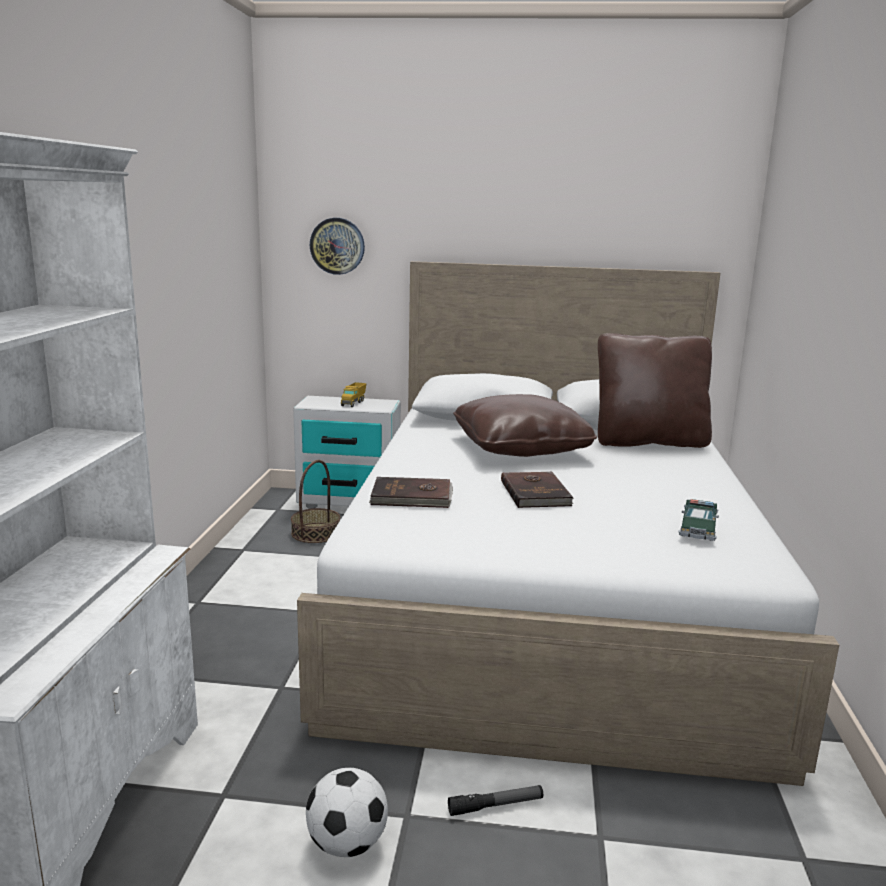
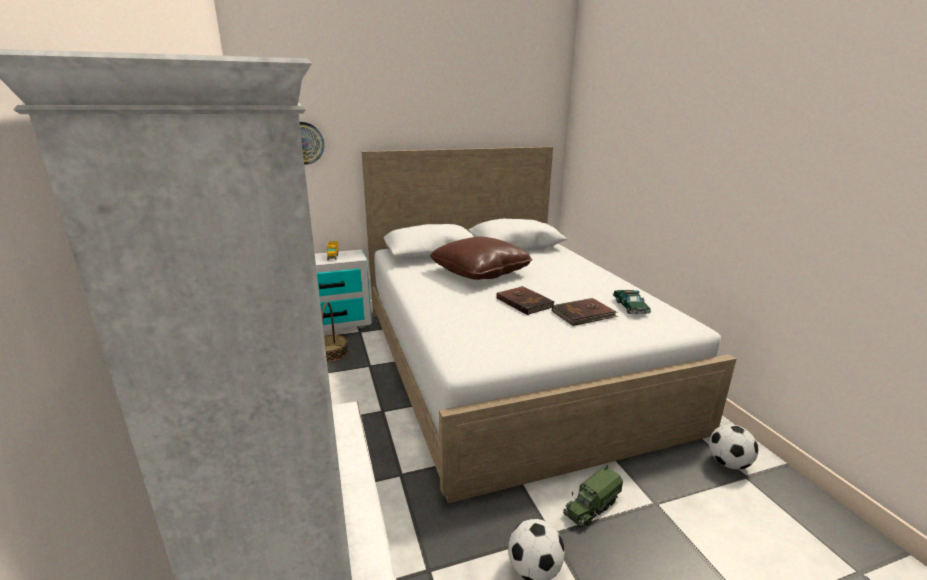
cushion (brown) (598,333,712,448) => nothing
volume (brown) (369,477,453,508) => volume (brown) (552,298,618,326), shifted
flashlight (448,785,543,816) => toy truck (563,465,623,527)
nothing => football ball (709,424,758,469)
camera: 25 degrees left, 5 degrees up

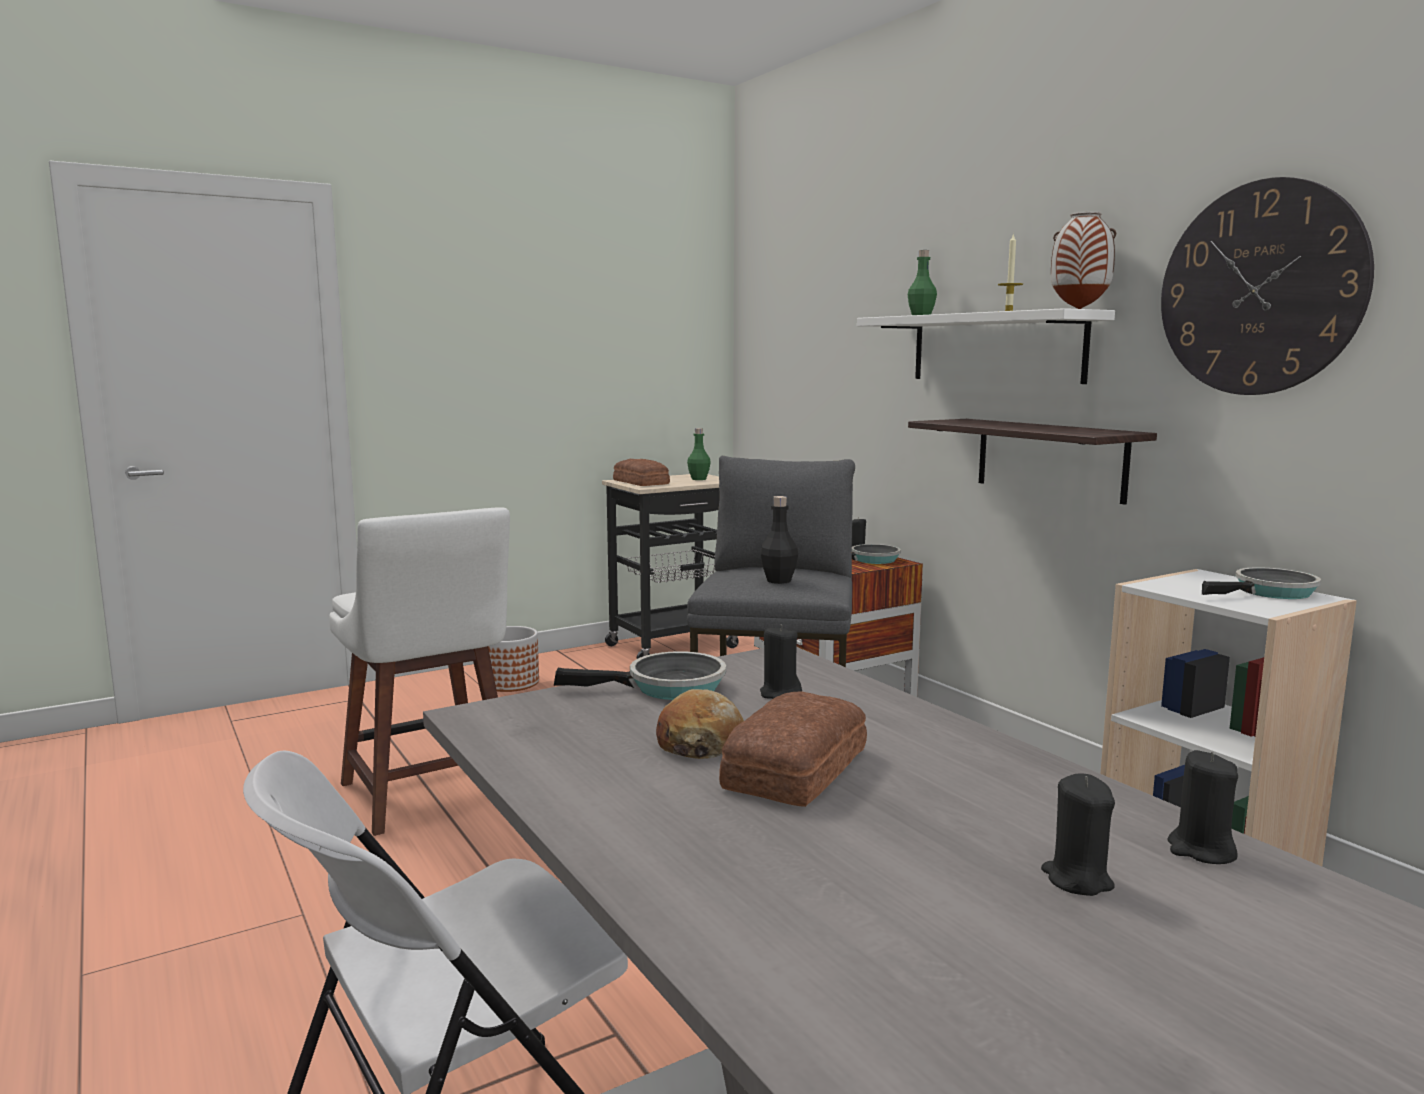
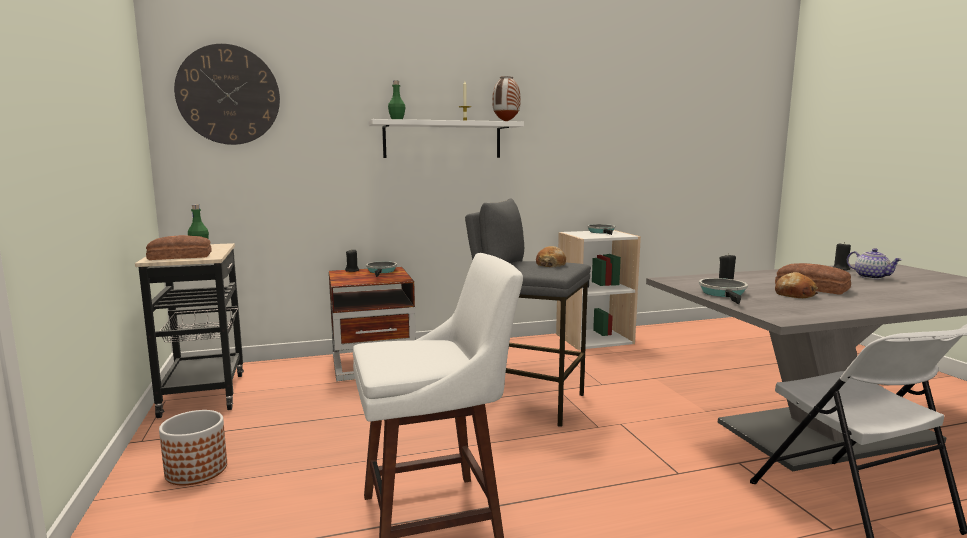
hanging clock (1161,177,1374,395) => hanging clock (174,44,280,145), shifted
wall shelf (908,419,1157,505) => nothing
bottle (black) (760,496,798,584) => bread (536,246,566,267)
wax light (black) (1041,773,1115,896) => tea pot (847,248,902,279)
camera: 75 degrees left, 0 degrees up

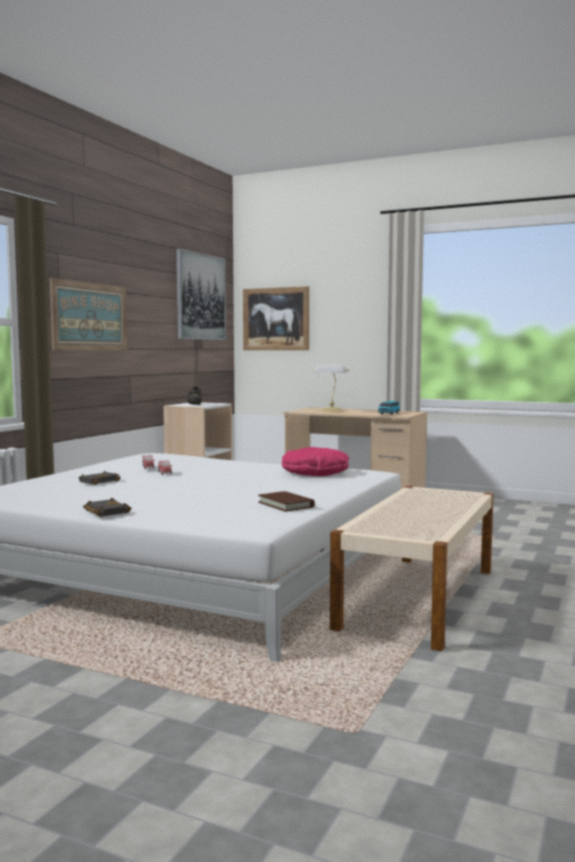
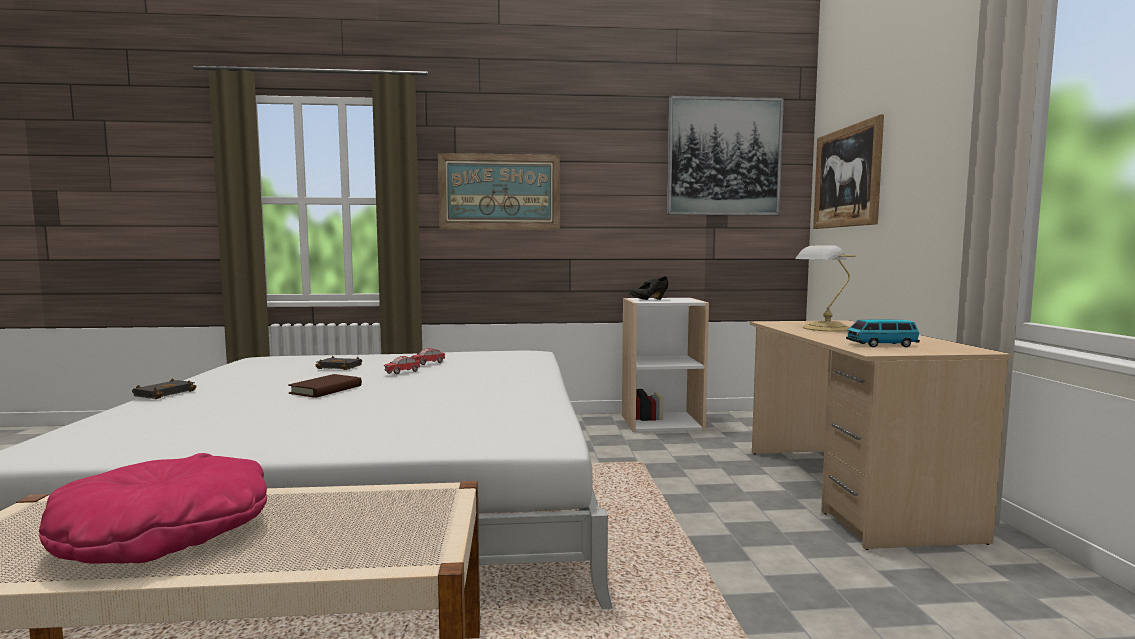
cushion (pink-coloured) (281,447,349,476) => cushion (pink-coloured) (39,453,267,564), shifted
volume (brown) (258,491,315,512) => volume (brown) (288,374,362,398), shifted
camera: 60 degrees right, 0 degrees up

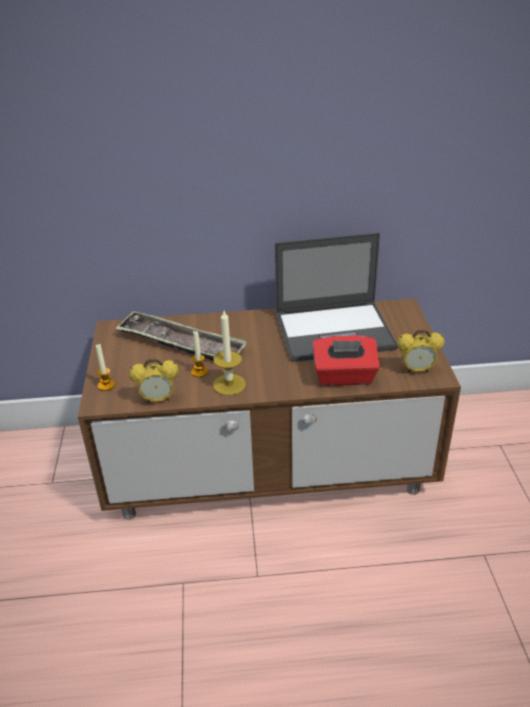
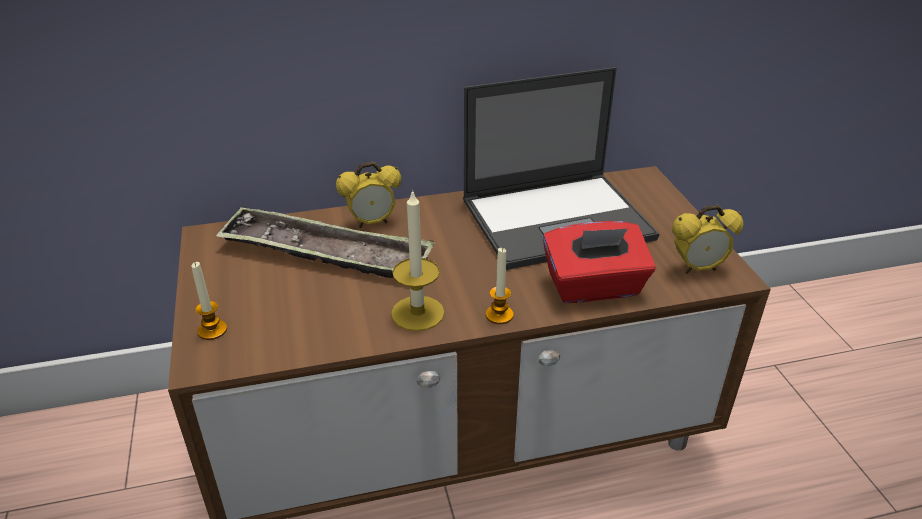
wax light (191,331,208,377) => wax light (486,247,513,324), shifted
bedside clock (129,358,179,404) => bedside clock (336,162,402,228), shifted
camera: 10 degrees left, 0 degrees up

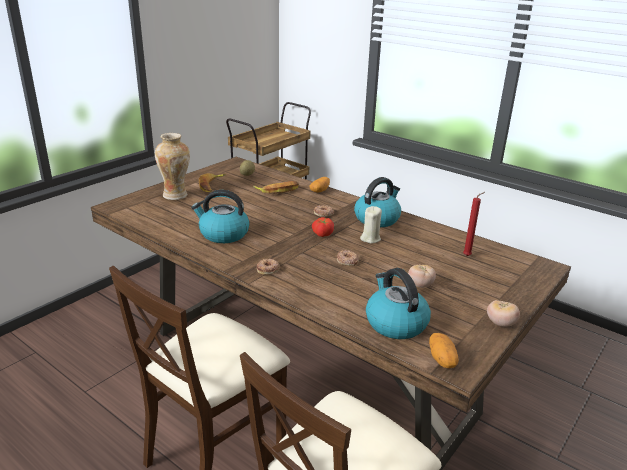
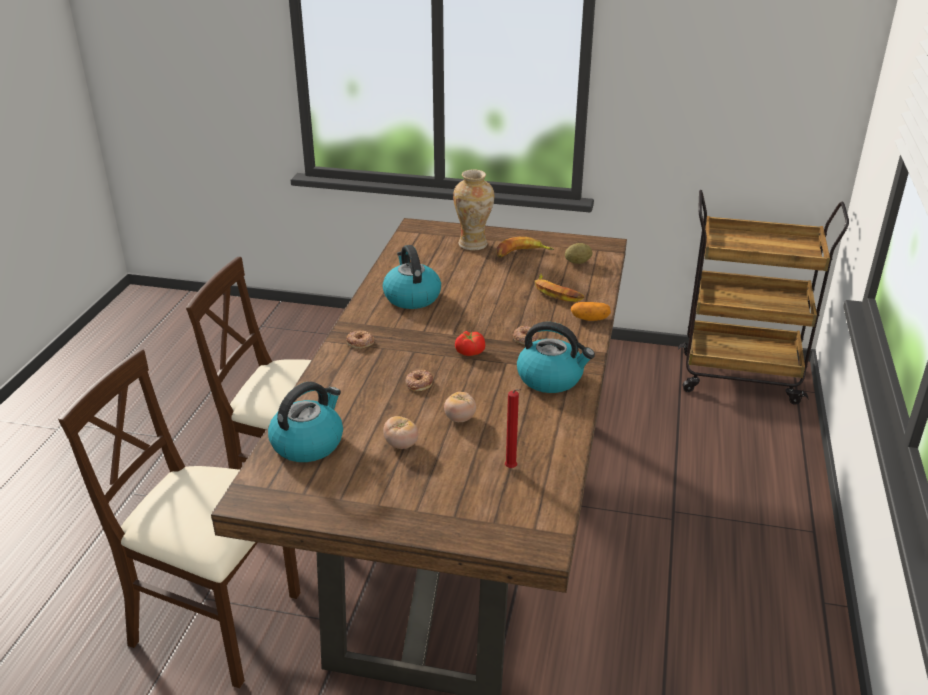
wax light (beige) (360,206,382,243) => nothing
whole tomato (487,300,520,327) => whole tomato (444,392,476,422), shifted
potato (429,333,459,368) => nothing
camera: 65 degrees right, 5 degrees up

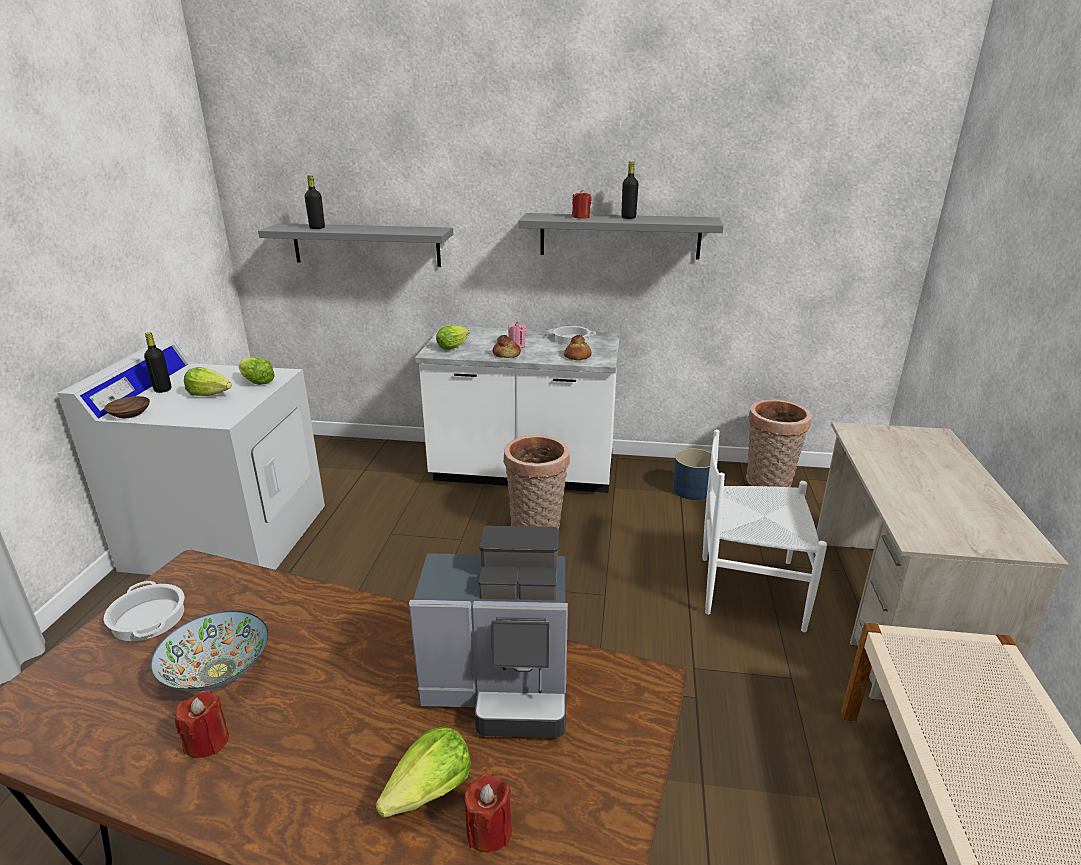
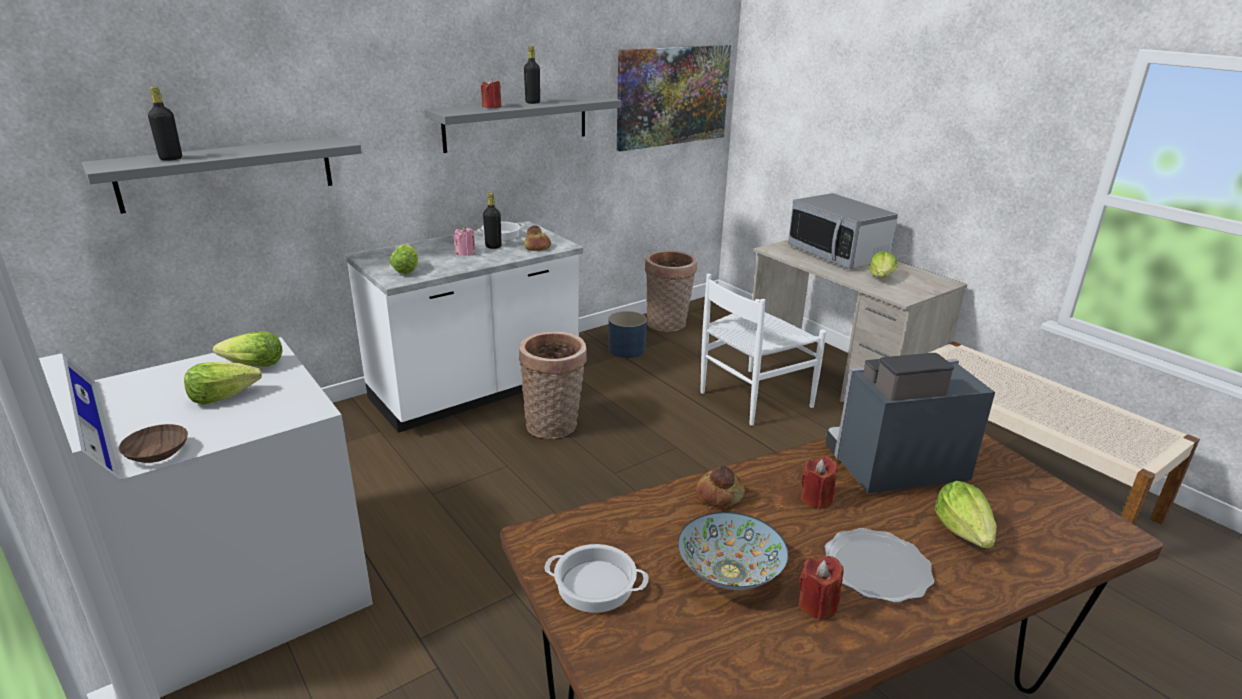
bottle (black) (144,332,171,393) => bottle (black) (483,193,502,249), shifted
bread (492,335,521,358) => bread (696,466,745,507), shifted
coffee brewer (409,526,568,738) => coffee brewer (825,353,995,493), 150 degrees counterclockwise
wax light (reddish) (465,773,512,853) => wax light (reddish) (801,457,837,509), shifted
nothing => picture (617,45,731,151)
nothing => microwave oven (788,193,898,269)
nothing => lettuce (869,251,897,278)
nothing => dinner plate (825,528,934,603)
camera: 45 degrees left, 0 degrees up

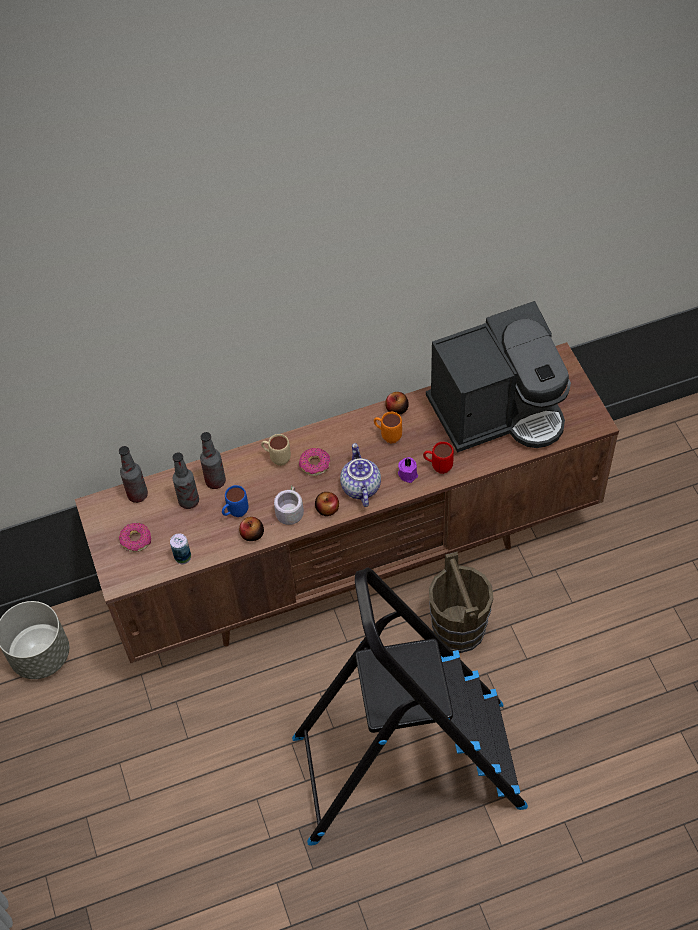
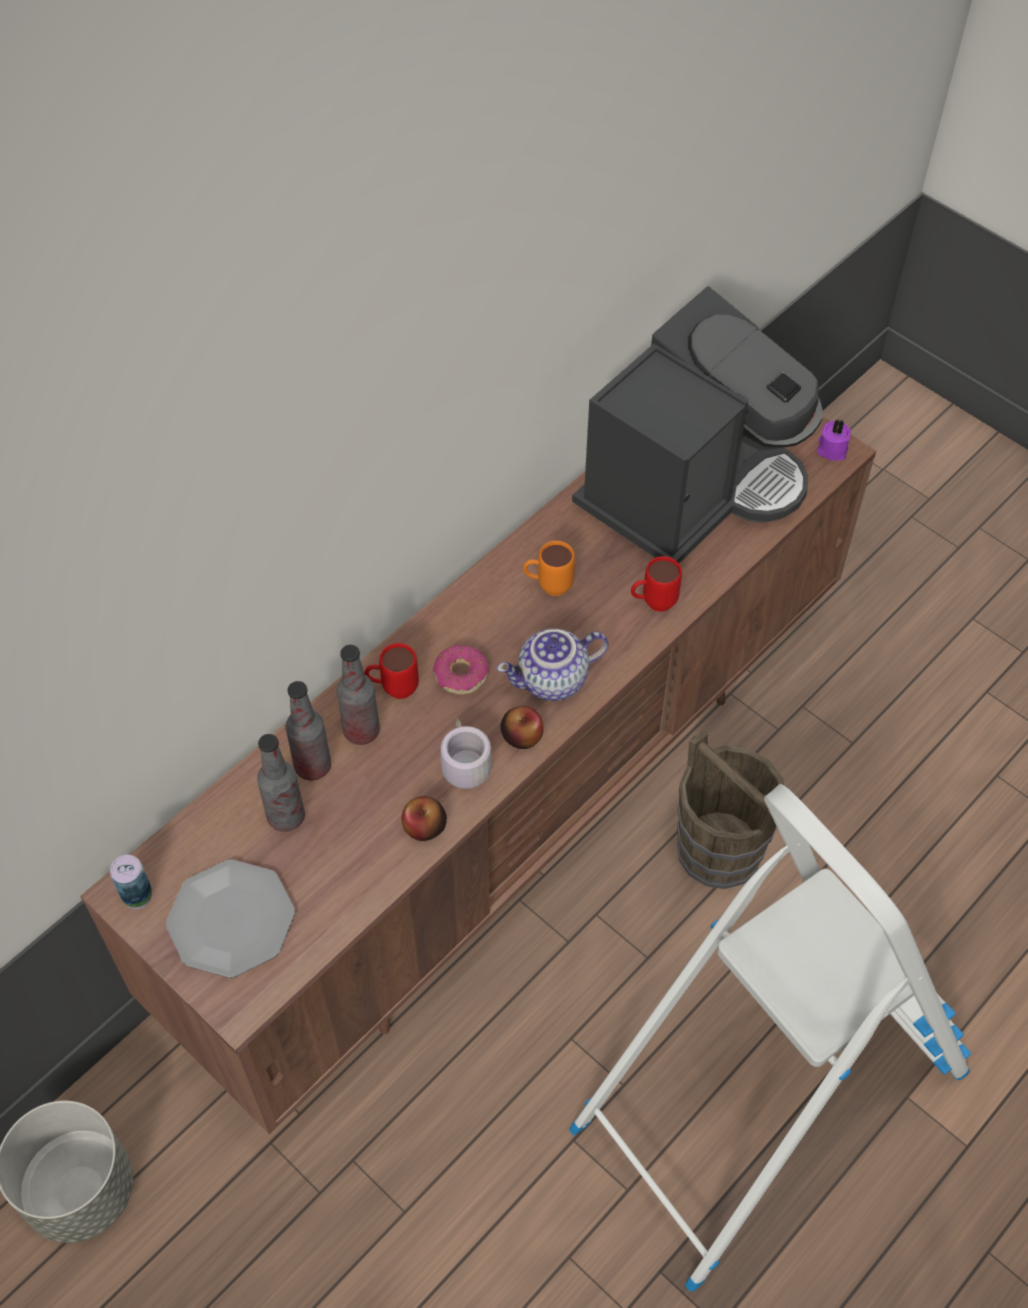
apple fruit (385,392,409,415) => nothing
coffee mug (beige) (261,434,291,466) => coffee mug (reddish) (364,643,419,699)
tea pot (340,443,381,507) => tea pot (497,629,609,701), 75 degrees counterclockwise
bottle (119,446,148,503) => bottle (337,645,380,745), shifted
wax light (purplish) (398,457,418,483) => wax light (purplish) (817,419,851,461), shifted
coffee mug (blue-coloured) (222,485,249,517) => nothing
doughnut (119,523,151,552) => dinner plate (166,859,295,978)
metal can (170,533,191,564) => metal can (110,855,152,909), shifted
step stool (black) (292,568,528,846) => step stool (whitish) (569,784,971,1291)
camera: 30 degrees left, 0 degrees up

